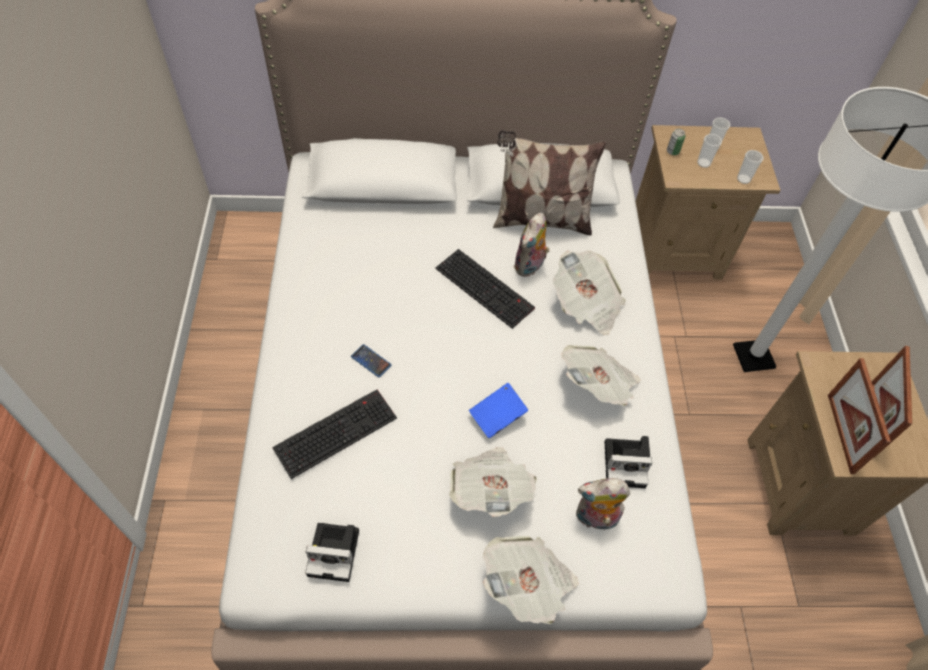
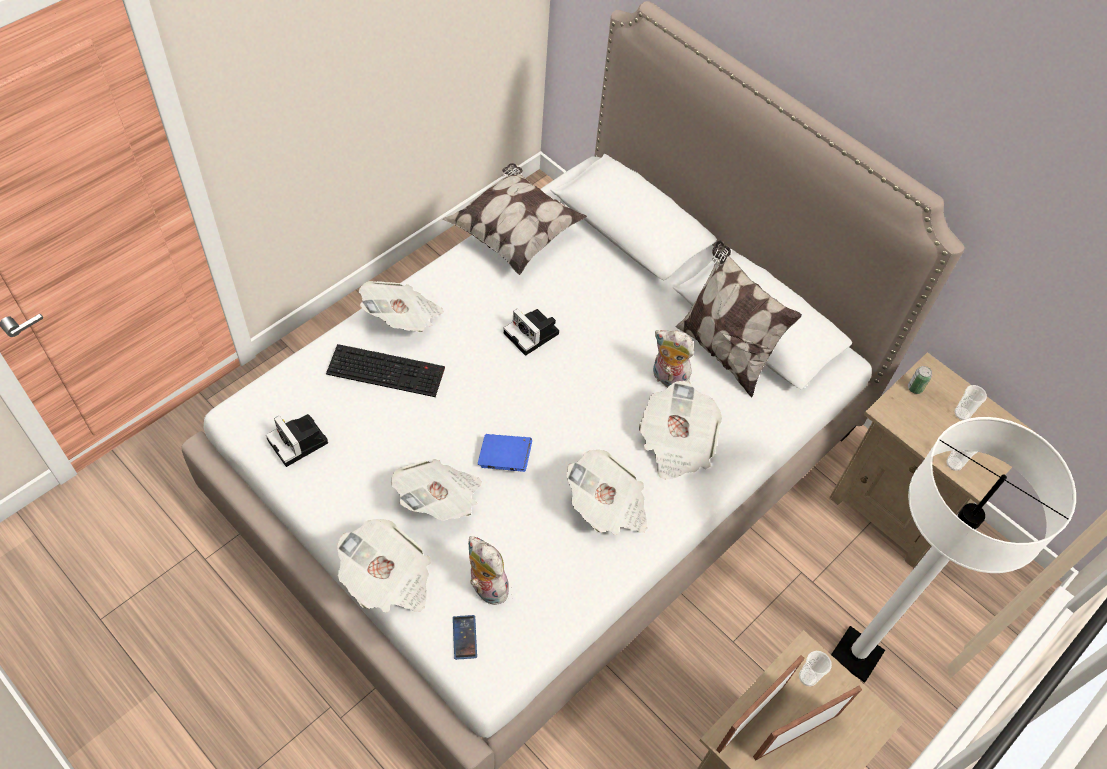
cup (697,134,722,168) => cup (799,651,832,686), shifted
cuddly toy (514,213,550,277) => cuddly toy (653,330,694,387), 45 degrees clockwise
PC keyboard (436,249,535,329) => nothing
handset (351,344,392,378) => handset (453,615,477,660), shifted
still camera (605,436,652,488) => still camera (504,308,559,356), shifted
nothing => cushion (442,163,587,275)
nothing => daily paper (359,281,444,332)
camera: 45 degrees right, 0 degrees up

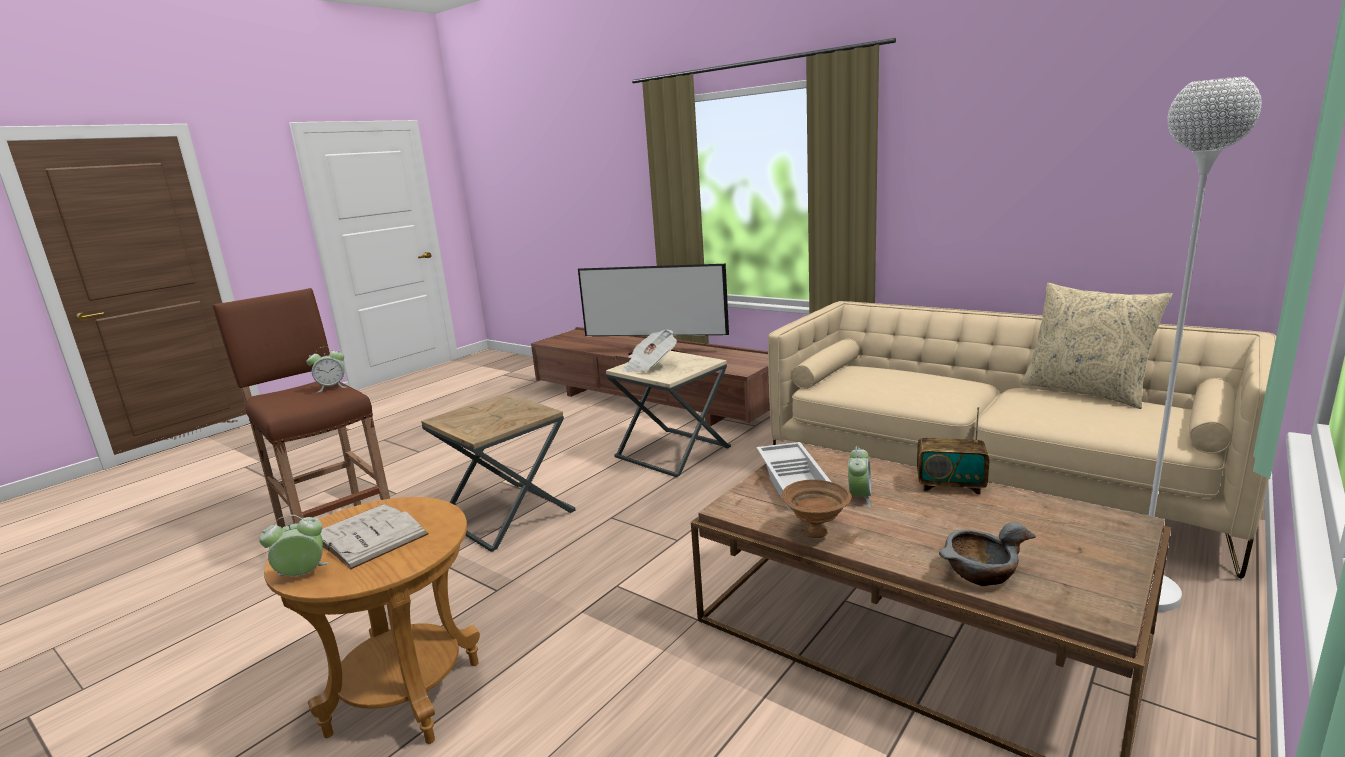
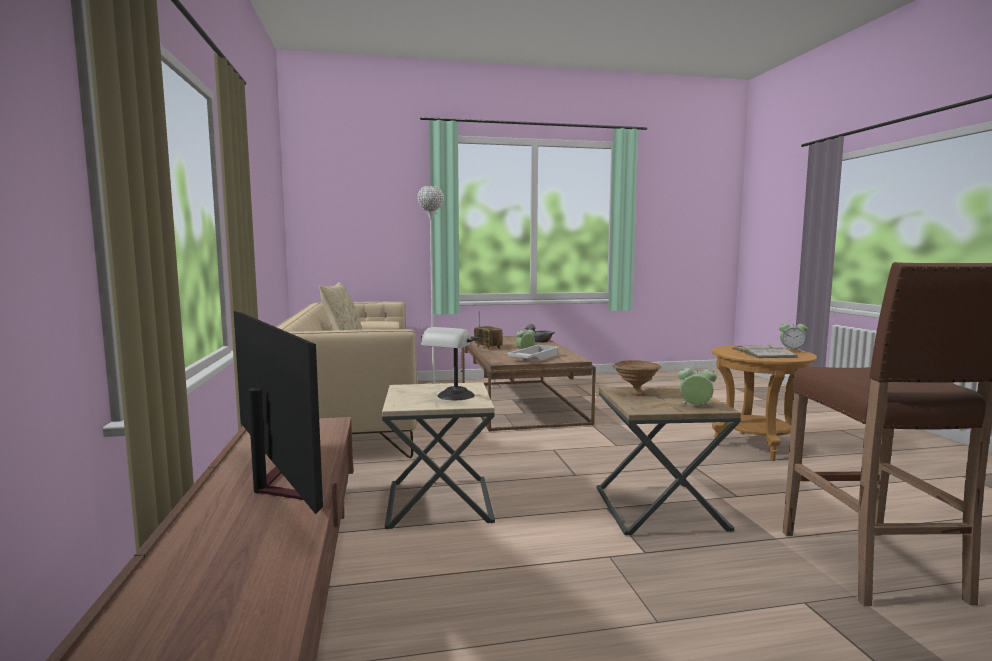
daily paper (622,330,677,372) => tabletop lamp (421,327,479,400)
bedside clock (307,347,347,393) => bedside clock (678,363,717,406), shifted
bowl (brown) (782,479,852,538) => bowl (brown) (613,360,662,396), shifted
camera: 140 degrees left, 10 degrees down

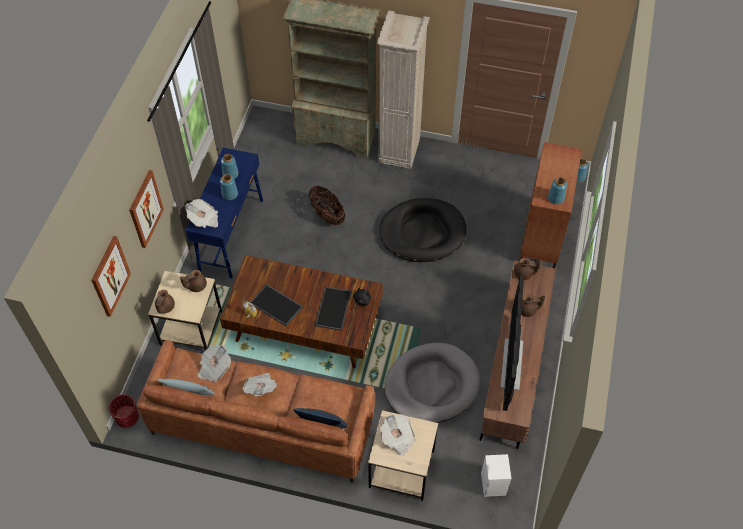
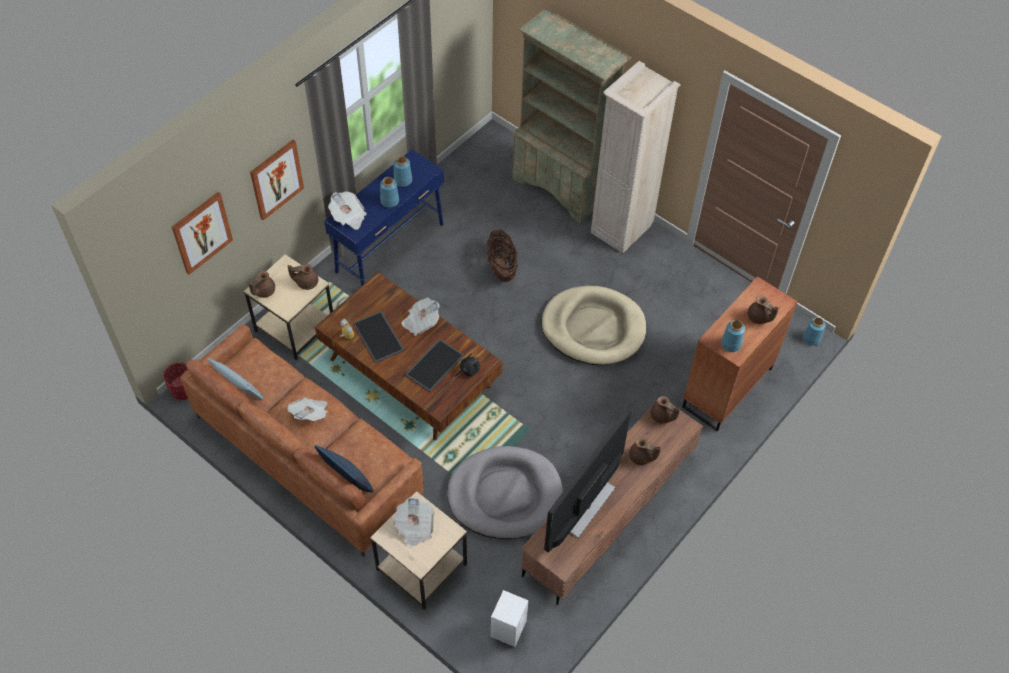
pet bed (black) (379,198,466,262) => pet bed (beige) (541,286,646,365)
daily paper (198,345,231,383) => daily paper (402,298,440,336), shifted
nothing => tea pot (brown) (748,296,779,324)
camera: 25 degrees right, 0 degrees up

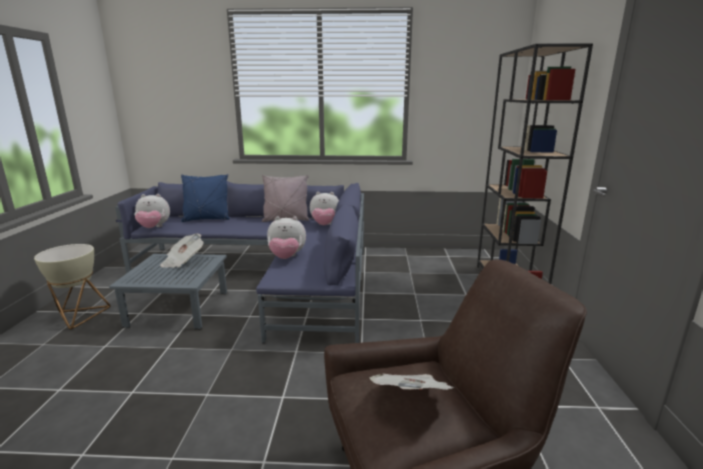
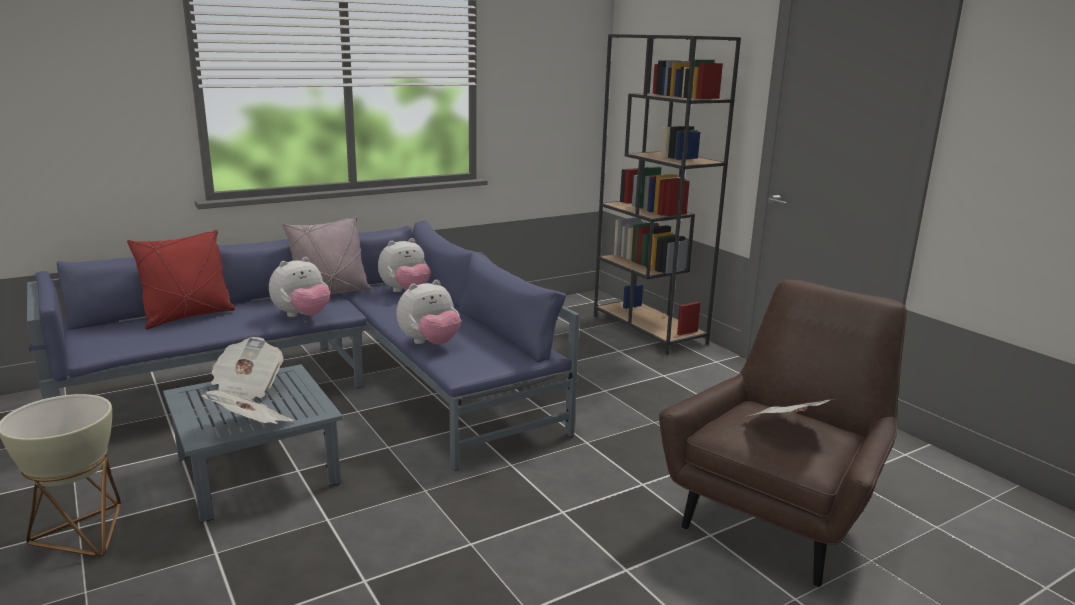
cushion (blue-coloured) (181,174,230,222) => cushion (reddish) (127,230,235,329)
cuddly toy (134,194,170,228) => cuddly toy (269,257,330,317), shifted
nothing => daily paper (201,390,294,424)
camera: 35 degrees left, 0 degrees up

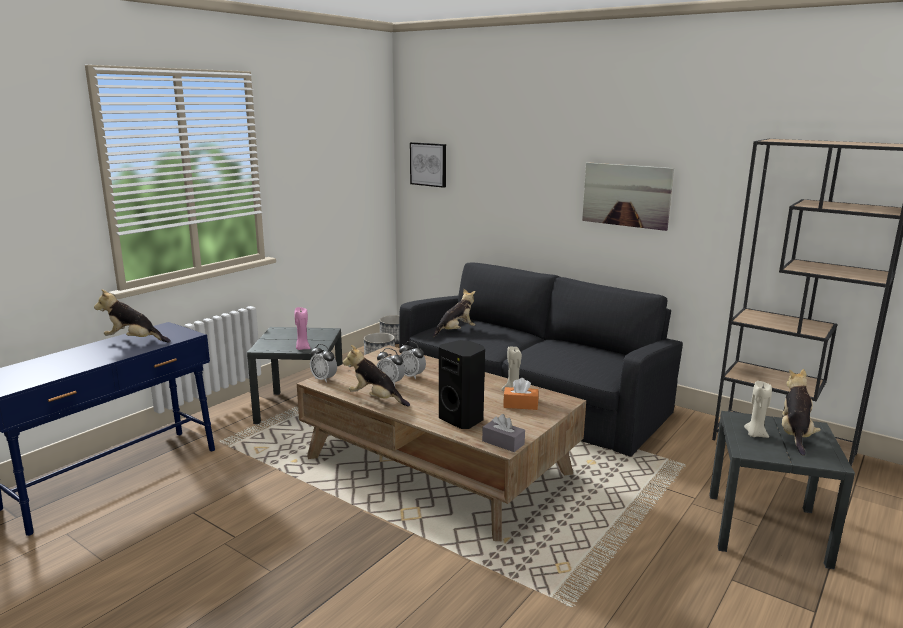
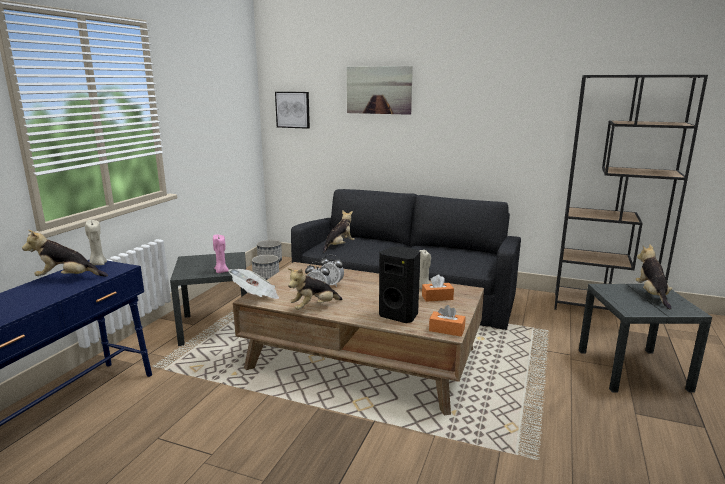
picture (582,162,674,231) => picture (347,66,413,115), shifted
bedside clock (310,344,337,383) => daily paper (228,269,279,299)
cuddly toy (343,345,410,407) => cuddly toy (288,268,343,310), 45 degrees counterclockwise
wax light (beige) (744,381,772,438) => wax light (beige) (85,220,107,266), shifted
tissue holder (grey) (482,414,525,452) => tissue holder (orange-coloured) (429,305,466,337)
camera: 15 degrees left, 0 degrees up

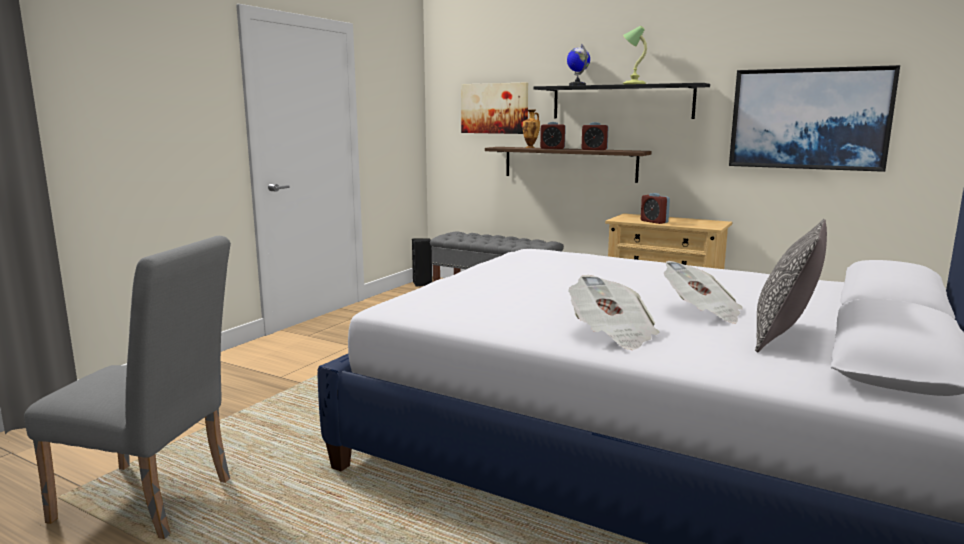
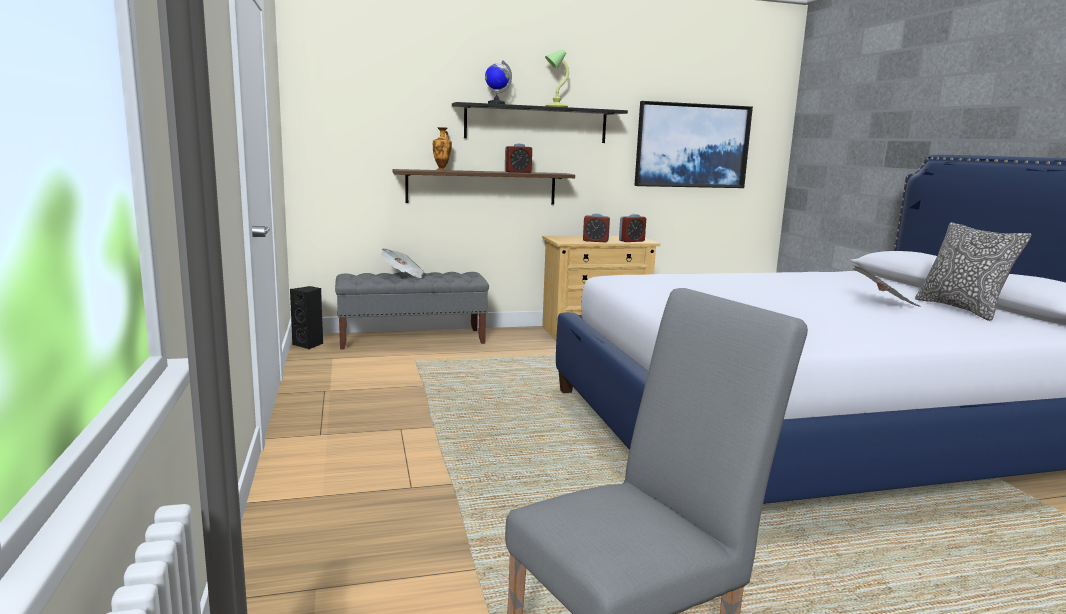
picture (461,82,528,134) => nothing
bedside clock (540,122,566,149) => bedside clock (619,214,646,242), shifted
daily paper (568,275,659,350) => daily paper (381,248,424,278), shifted
camera: 45 degrees left, 0 degrees up

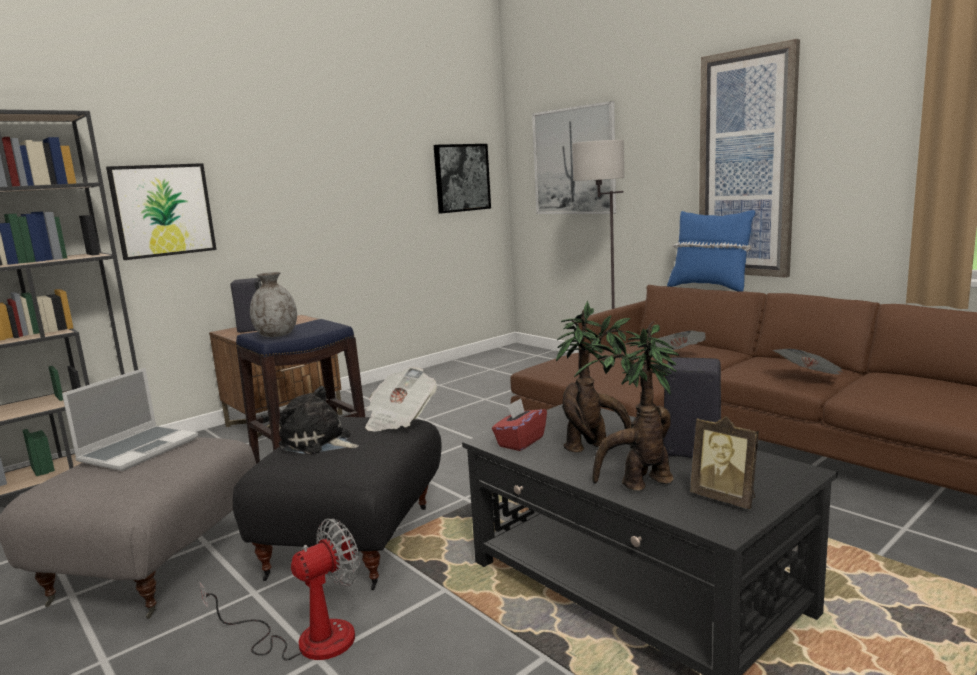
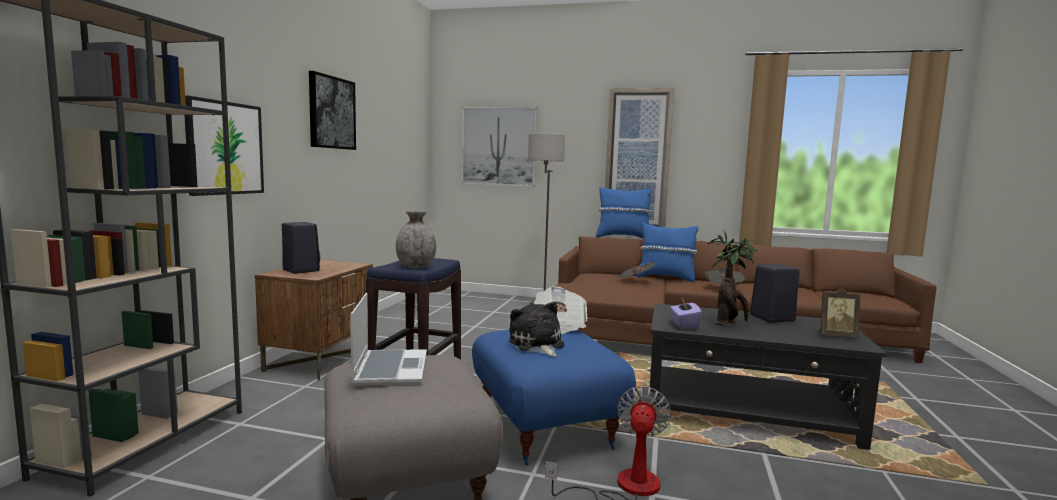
picture (434,144,491,213) => picture (309,71,356,150), shifted
plant in a pot (574,321,679,491) => nothing
cuddly toy (278,386,359,454) => cuddly toy (509,302,564,357), 75 degrees clockwise
tissue holder (reddish) (492,398,547,451) => tissue holder (purplish) (670,296,702,330)
ottoman (black) (233,417,442,590) => ottoman (blue-coloured) (472,330,636,465)
nothing => cushion (blue-coloured) (636,223,699,282)
camera: 35 degrees left, 5 degrees down

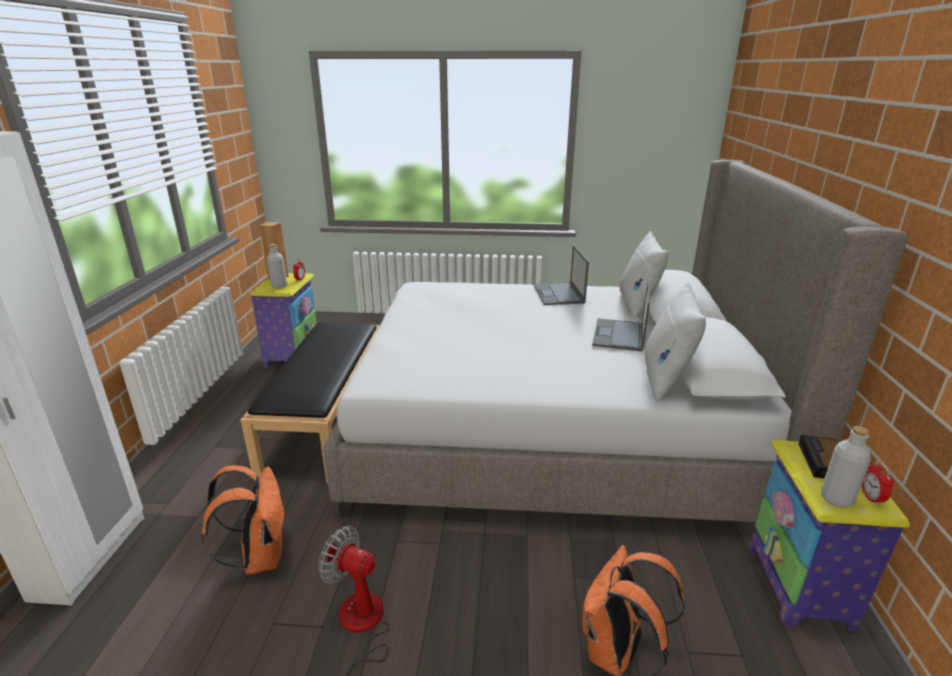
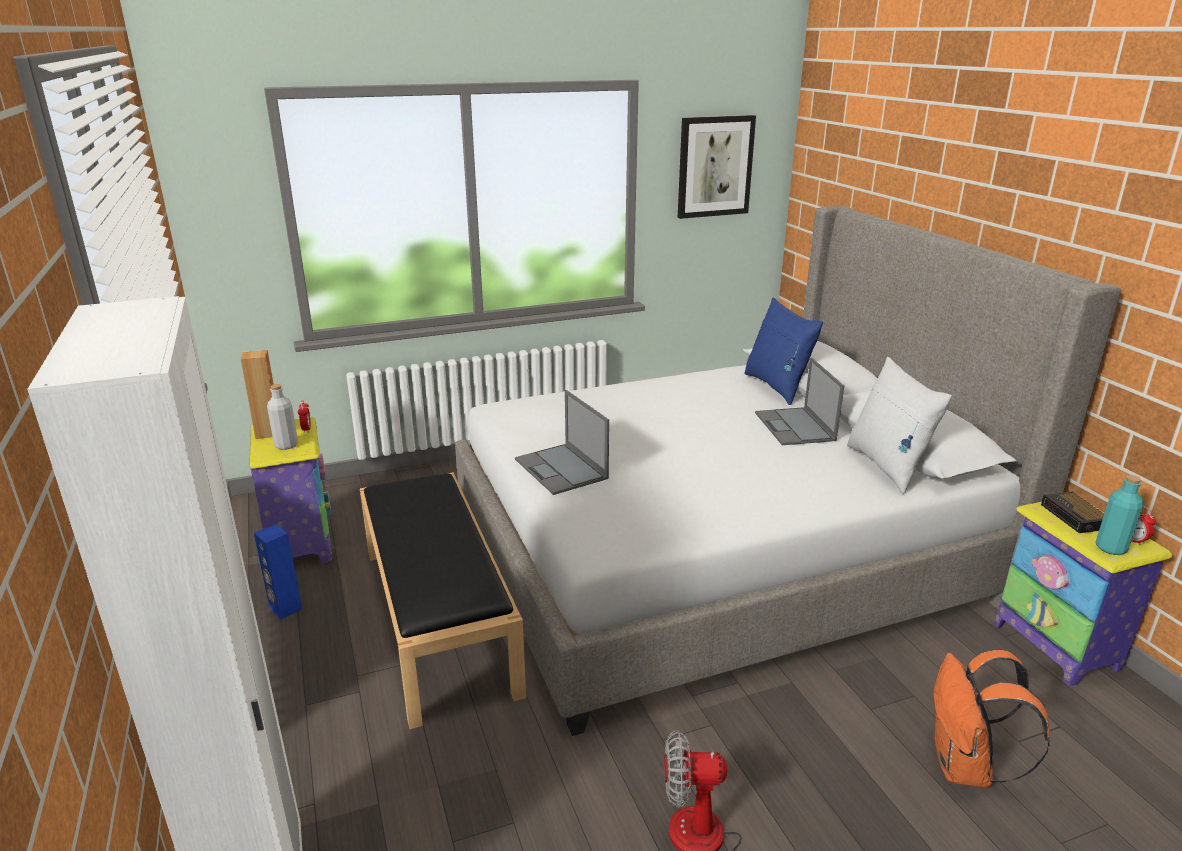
cushion (grey) (620,231,668,320) => cushion (blue-coloured) (744,297,823,405)
notebook computer (534,245,589,305) => notebook computer (515,390,609,495), shifted
bottle (grey) (821,426,871,508) => bottle (turquoise) (1096,475,1143,555)
knapsack (orange-coloured) (201,465,286,575) => nothing
nothing => picture (678,115,756,219)
nothing => speaker (blue-coloured) (254,524,302,619)
camera: 25 degrees left, 0 degrees up

